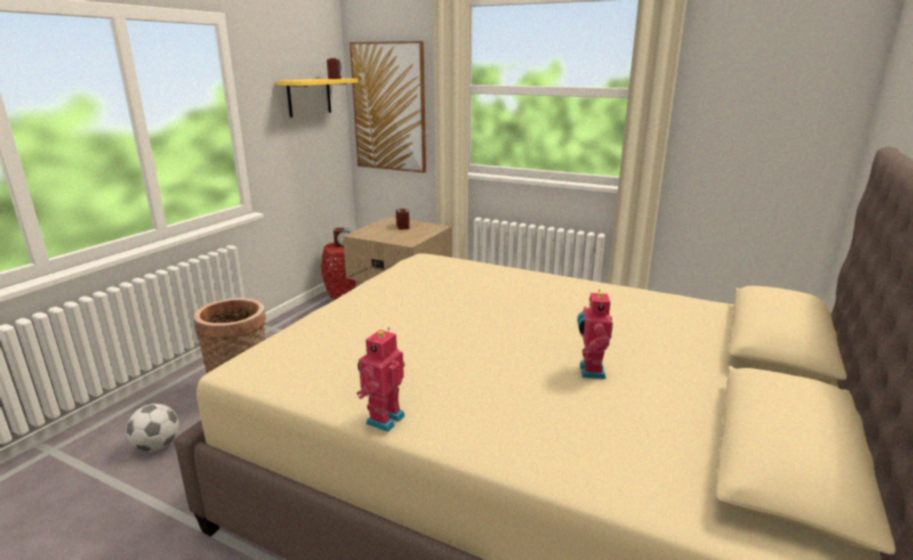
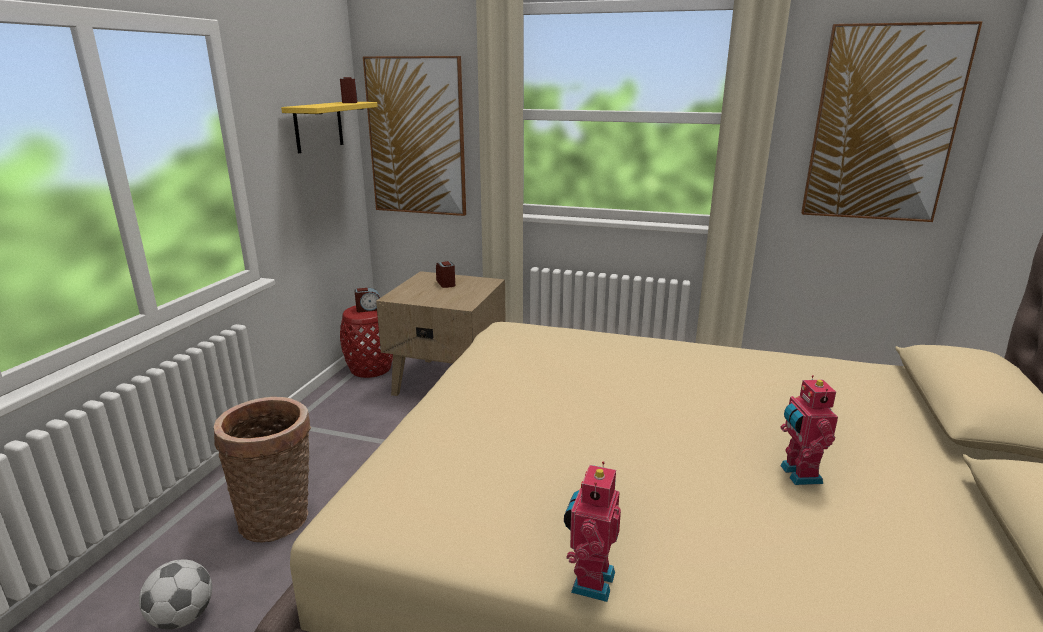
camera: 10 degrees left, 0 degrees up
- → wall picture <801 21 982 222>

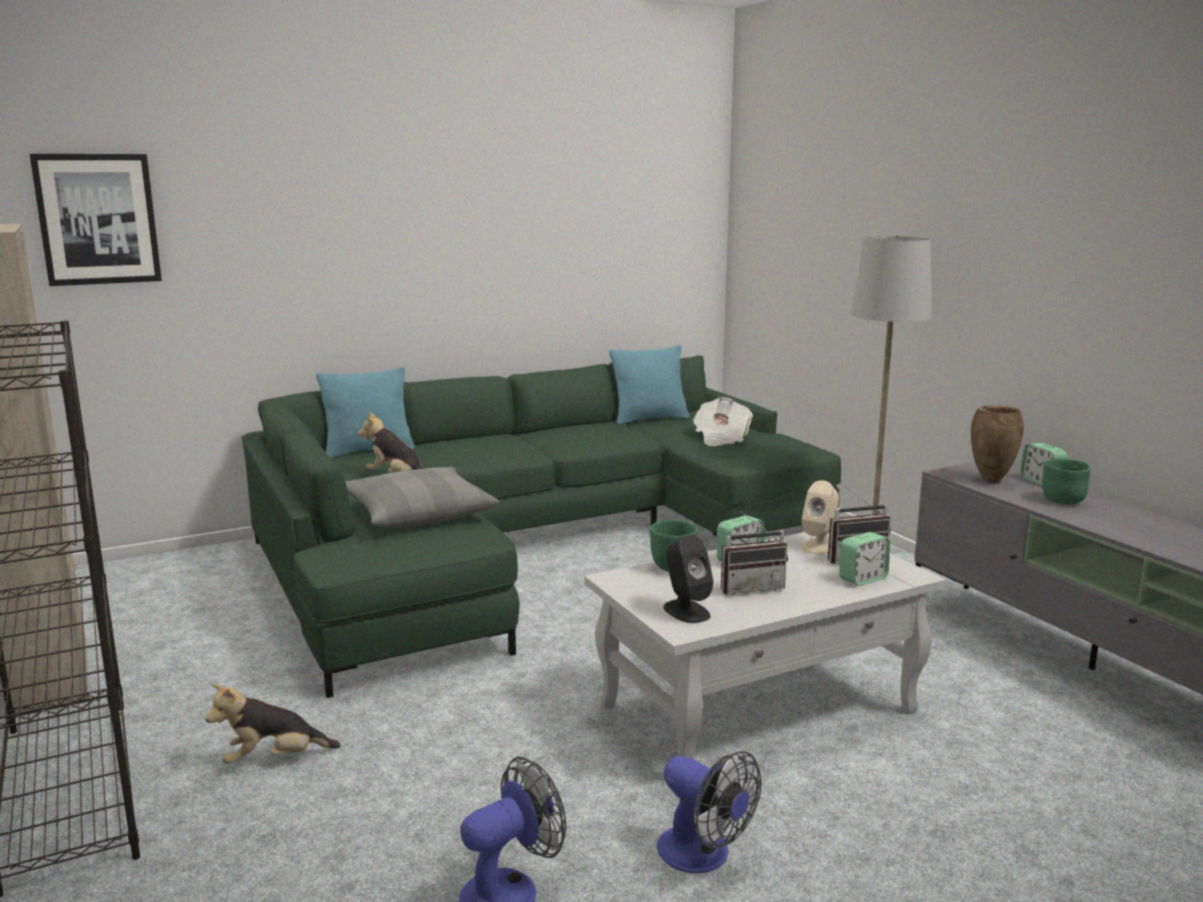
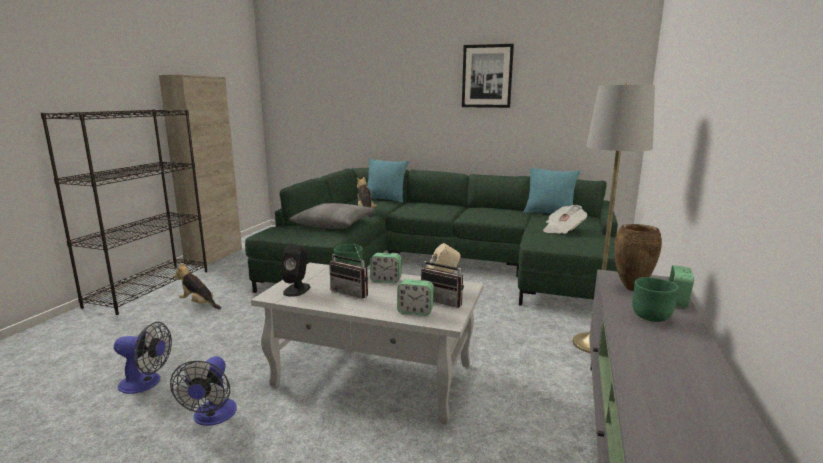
camera: 45 degrees right, 0 degrees up
wall picture <30 154 162 286> → wall picture <462 44 514 108>, shifted

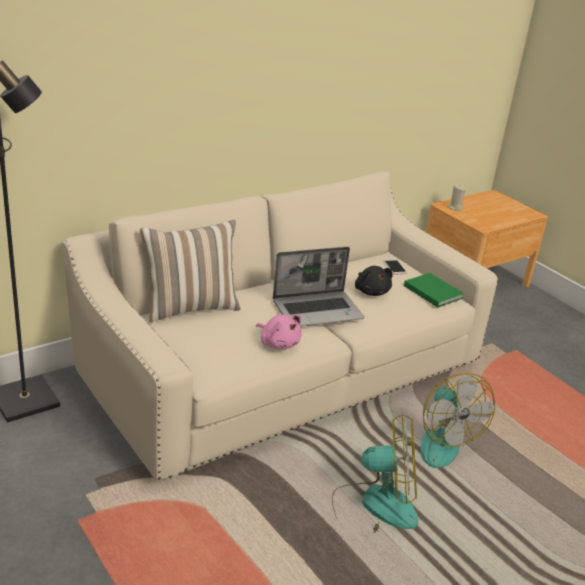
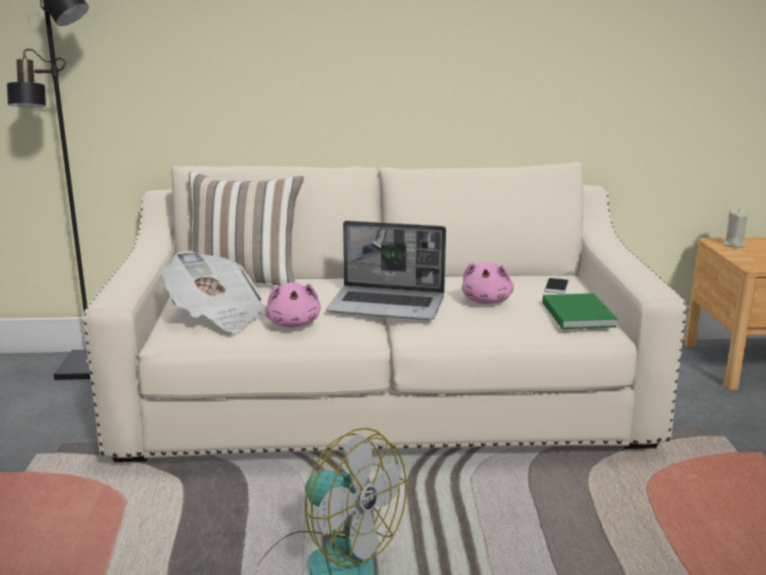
camera: 35 degrees right, 10 degrees down
cooling fan <405 373 495 468> → -
- → daily paper <162 251 266 333>
blackish plush toy <355 266 393 296> → pink-coloured plush toy <462 262 514 304>

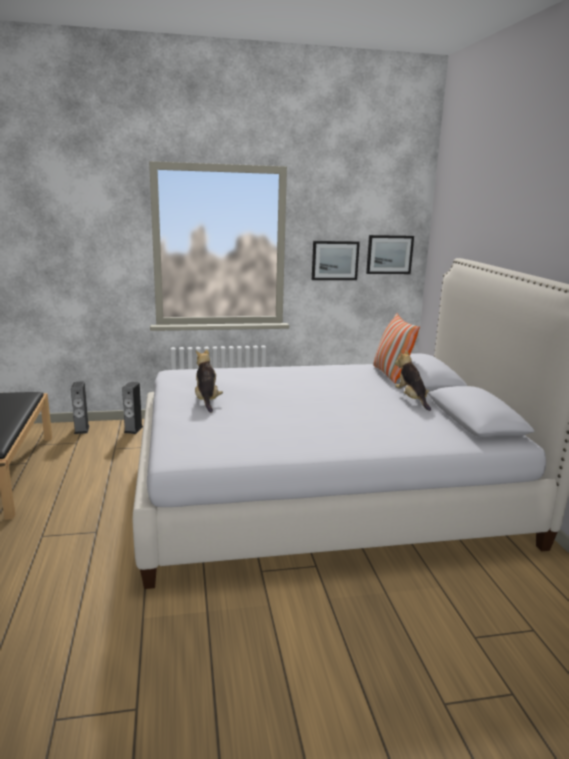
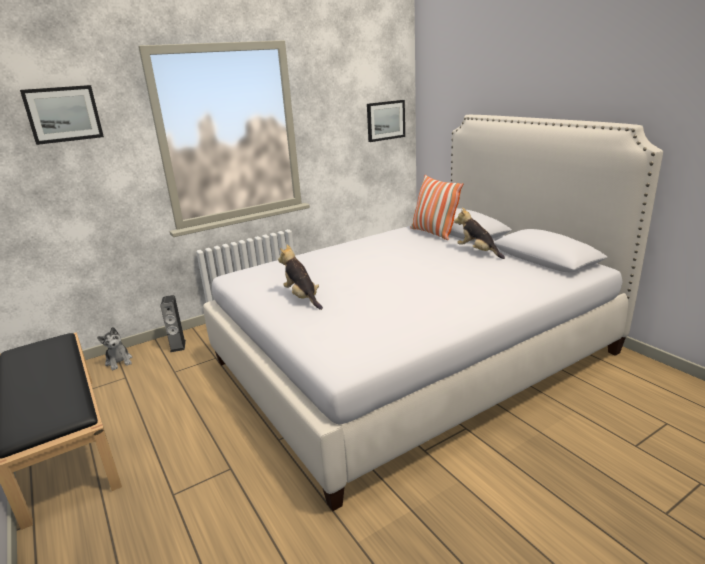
camera: 20 degrees left, 5 degrees up
wall picture <312 241 360 280> → wall picture <20 85 104 145>, shifted
loudspeaker <71 381 89 434> → plush toy <97 327 132 370>

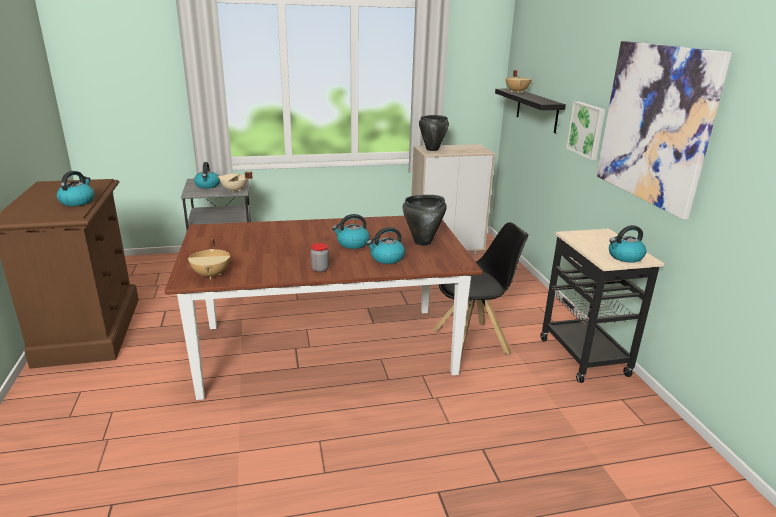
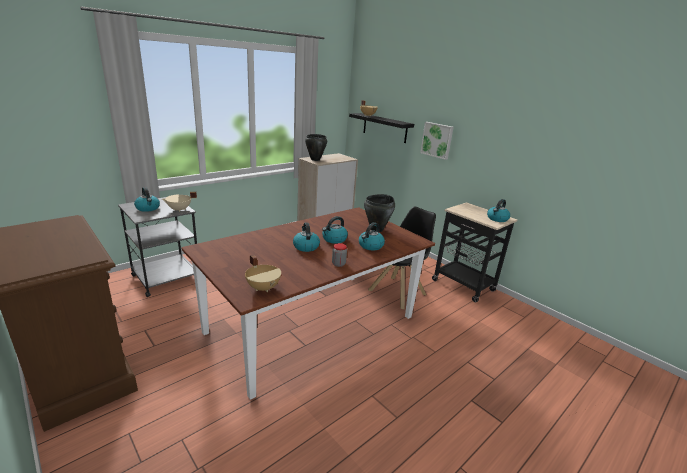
camera: 30 degrees left, 0 degrees up
wall picture <596 41 732 220> → -
water kettle <57 171 94 206> → water kettle <293 222 320 252>, shifted

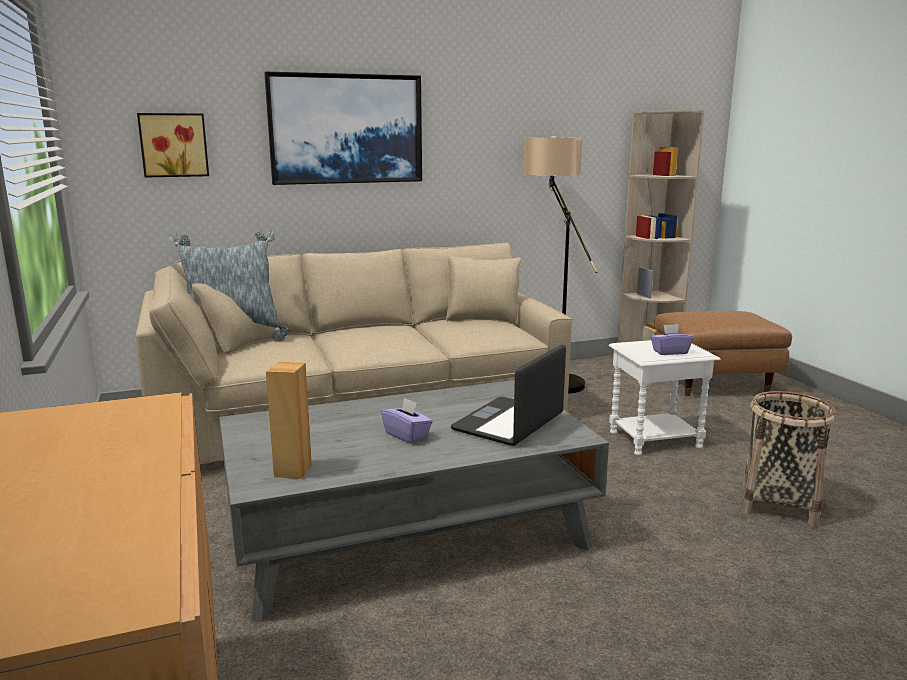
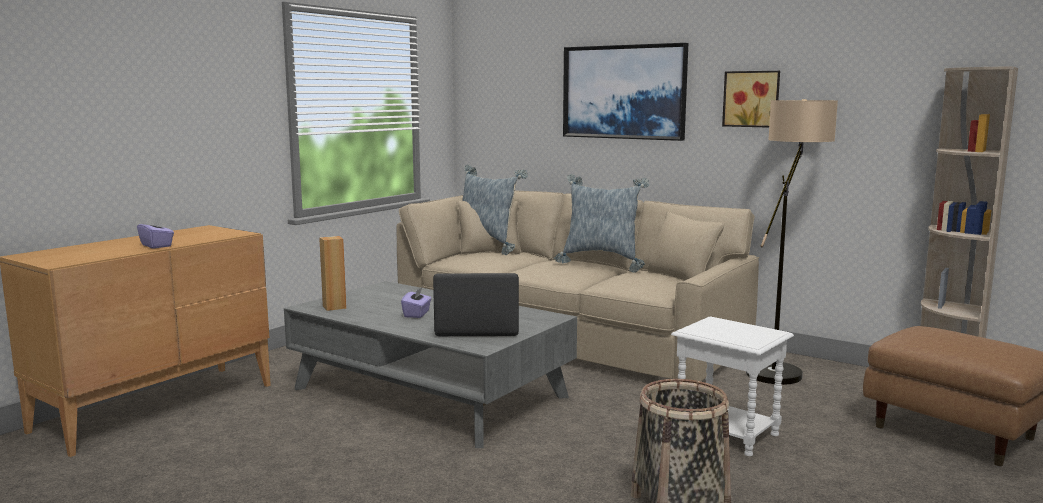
camera: 55 degrees right, 5 degrees down
- → pillow <553 174 650 273>
wall picture <137 113 209 178> → wall picture <722 71 780 128>, shifted
purple box of tissues <651 324 693 355> → purple box of tissues <137 216 174 249>, shifted

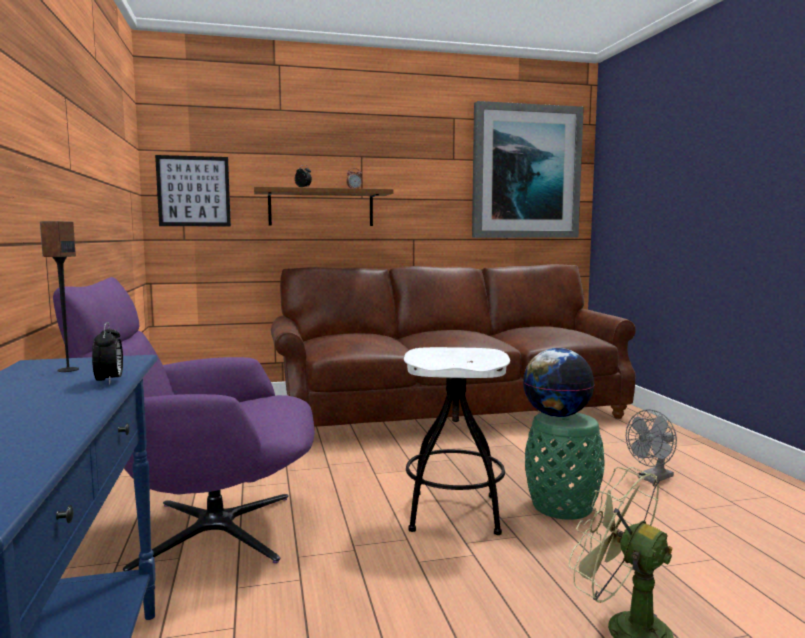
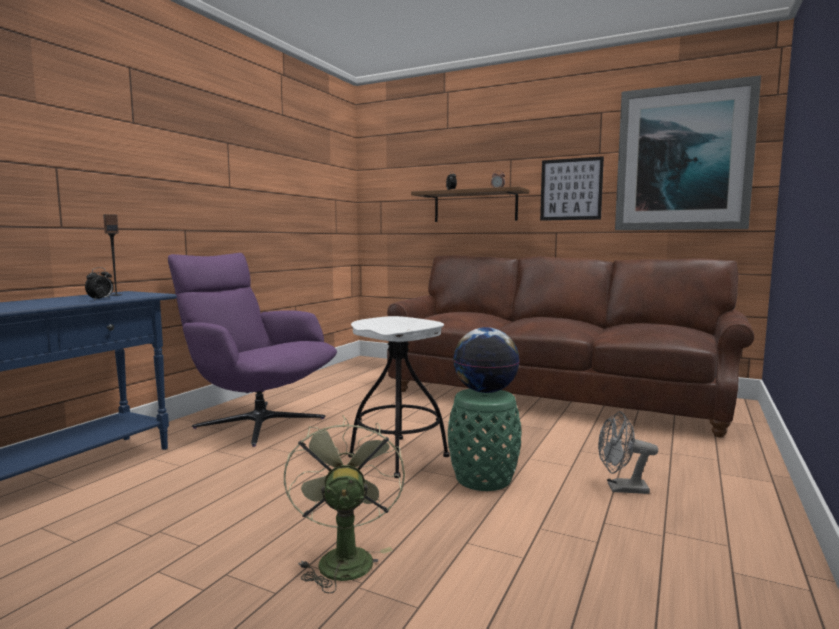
camera: 40 degrees right, 0 degrees up
wall picture <155 155 231 226> → wall picture <540 156 604 221>, shifted

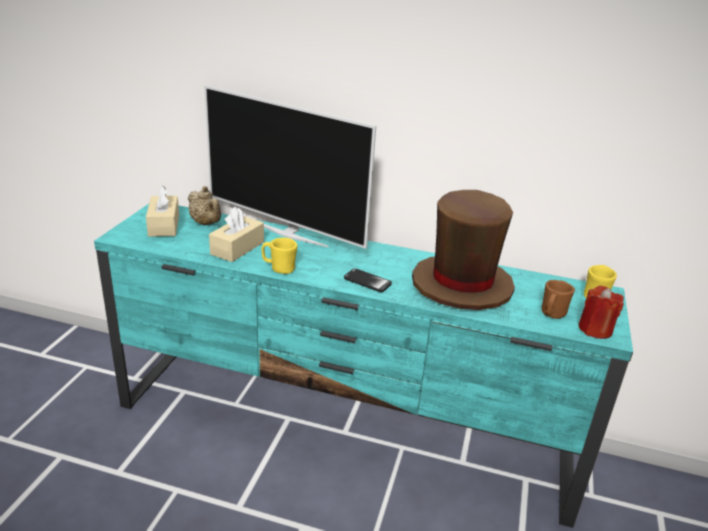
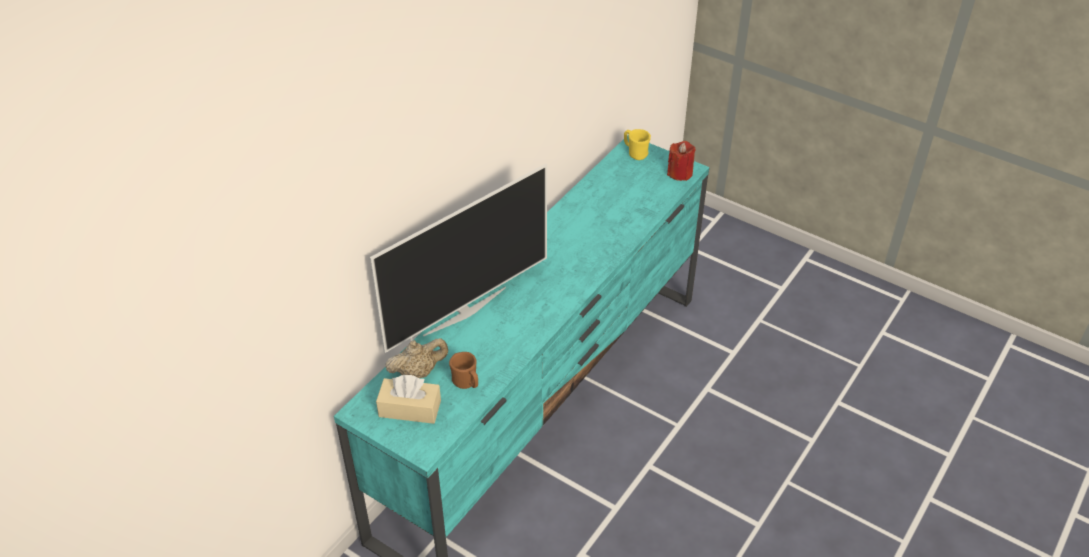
camera: 70 degrees left, 15 degrees up
beige-coloured box of tissues <209 207 264 262> → -
yellowish coffee mug <262 238 297 274> → -
handset <344 269 392 292> → -
brown clothing hat <412 190 515 310> → -
brown coffee mug <542 280 575 319> → brown coffee mug <449 352 478 389>, shifted

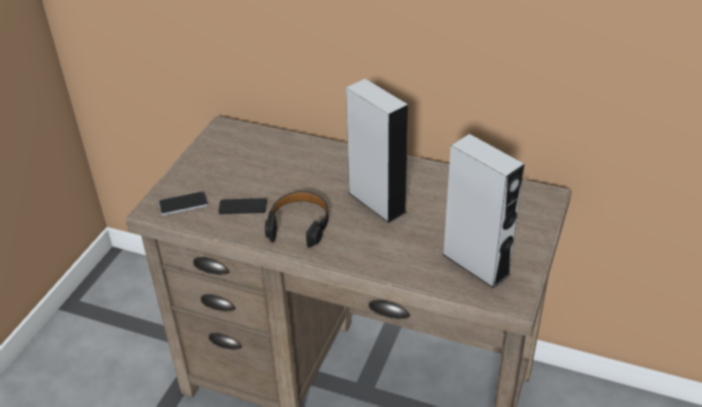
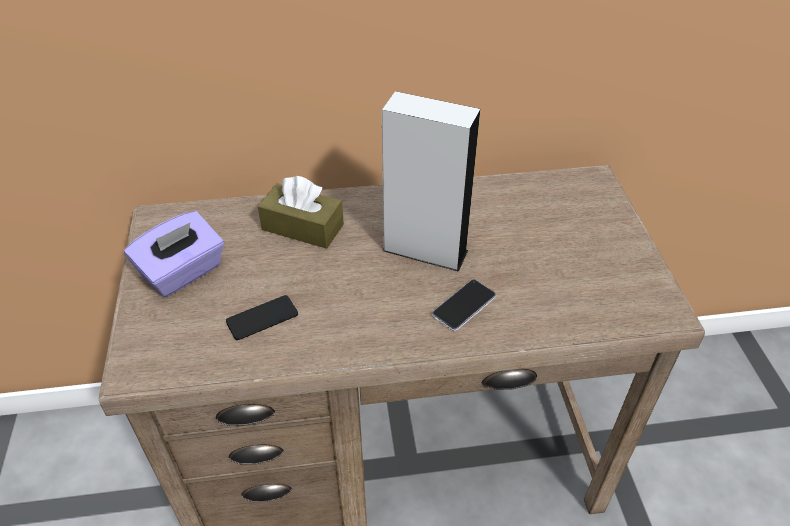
camera: 30 degrees left, 5 degrees up
blackish headset <265 191 328 248> → -
greyish loudspeaker <442 134 524 288> → -
- → purple box of tissues <124 211 224 297>
- → brown box of tissues <258 176 344 249>
handset <159 191 208 215> → handset <432 279 496 331>, shifted

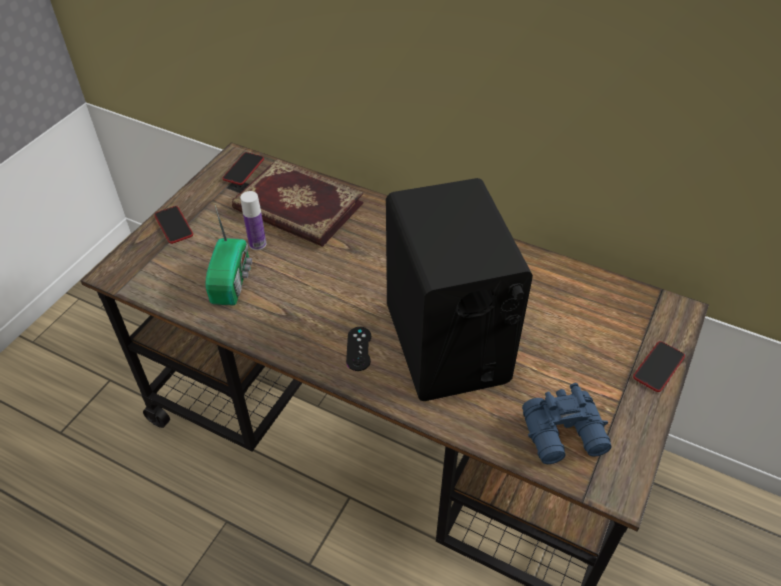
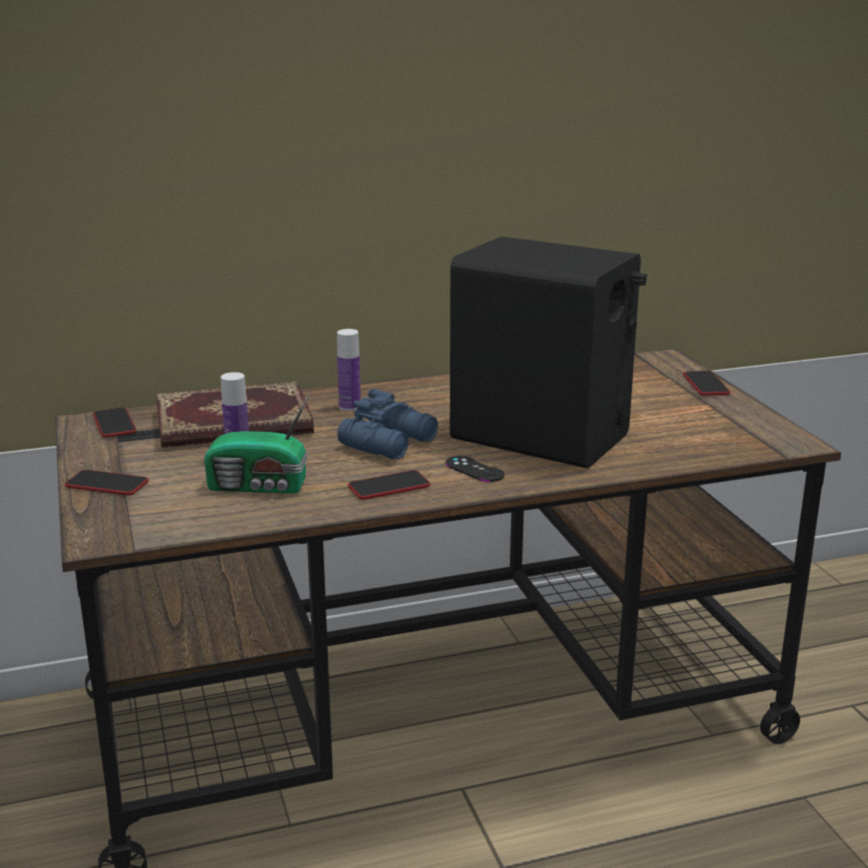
camera: 45 degrees left, 25 degrees down
- → beverage bottle <337 329 361 411>
- → handset <348 470 430 500>
blue pair of binoculars <522 383 612 464> → blue pair of binoculars <337 389 438 459>, shifted
radio receiver <205 205 252 306> → radio receiver <204 392 311 494>, 135 degrees clockwise

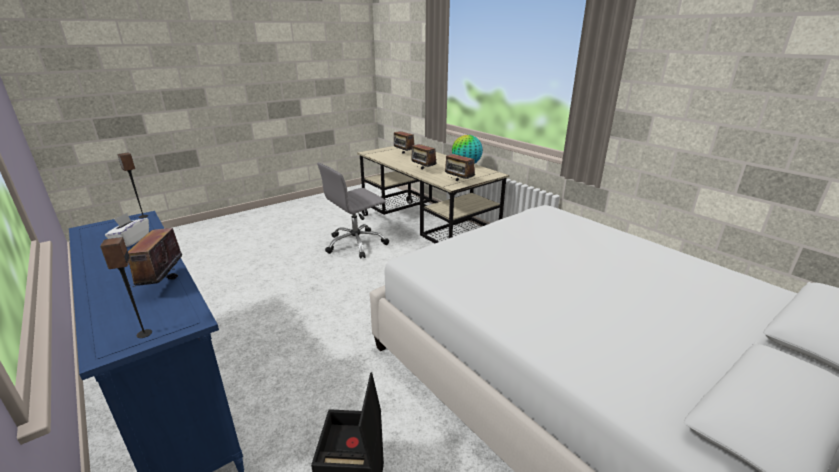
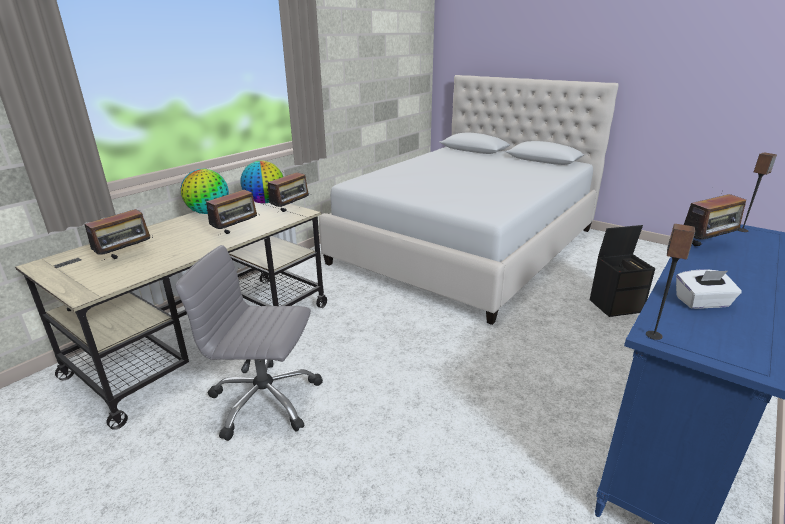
camera: 105 degrees left, 0 degrees up
- → world globe <241 161 283 204>
greyish office chair <317 162 389 259> → greyish office chair <175 245 323 441>, 150 degrees clockwise

